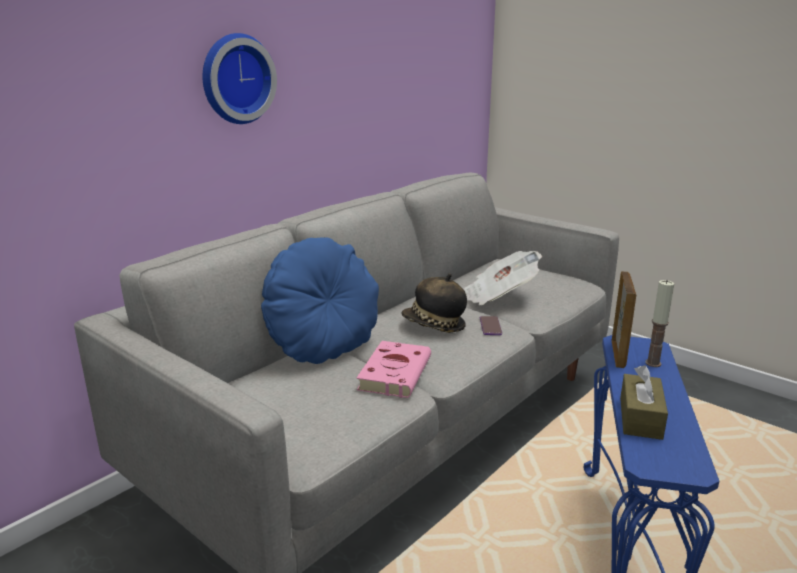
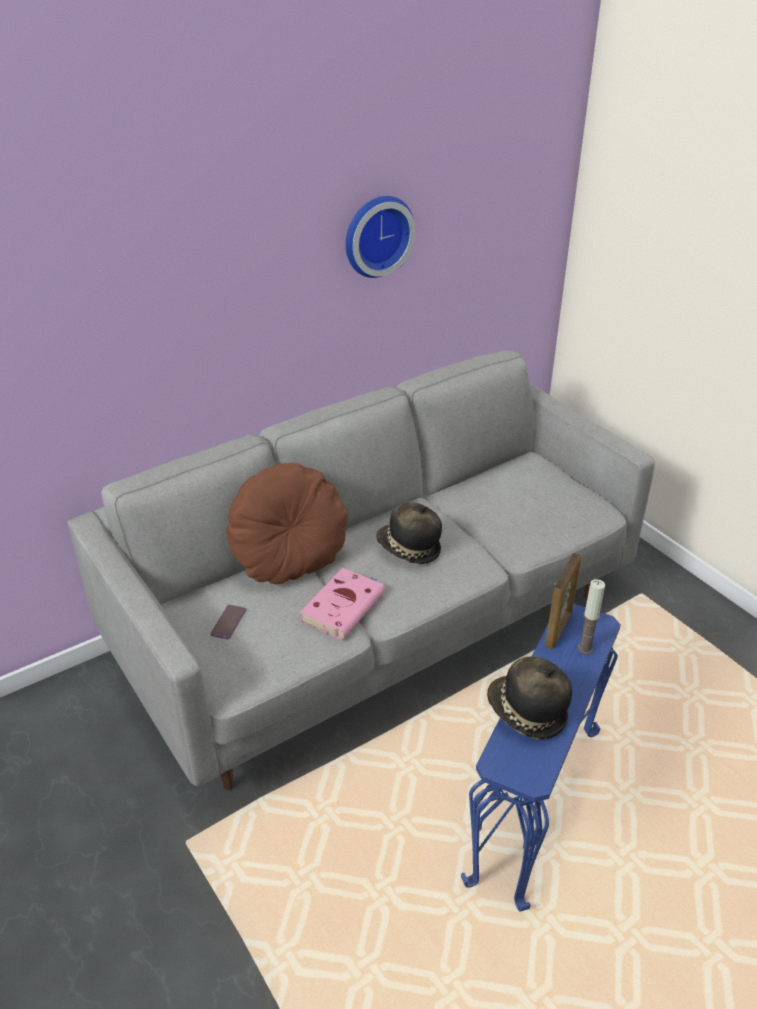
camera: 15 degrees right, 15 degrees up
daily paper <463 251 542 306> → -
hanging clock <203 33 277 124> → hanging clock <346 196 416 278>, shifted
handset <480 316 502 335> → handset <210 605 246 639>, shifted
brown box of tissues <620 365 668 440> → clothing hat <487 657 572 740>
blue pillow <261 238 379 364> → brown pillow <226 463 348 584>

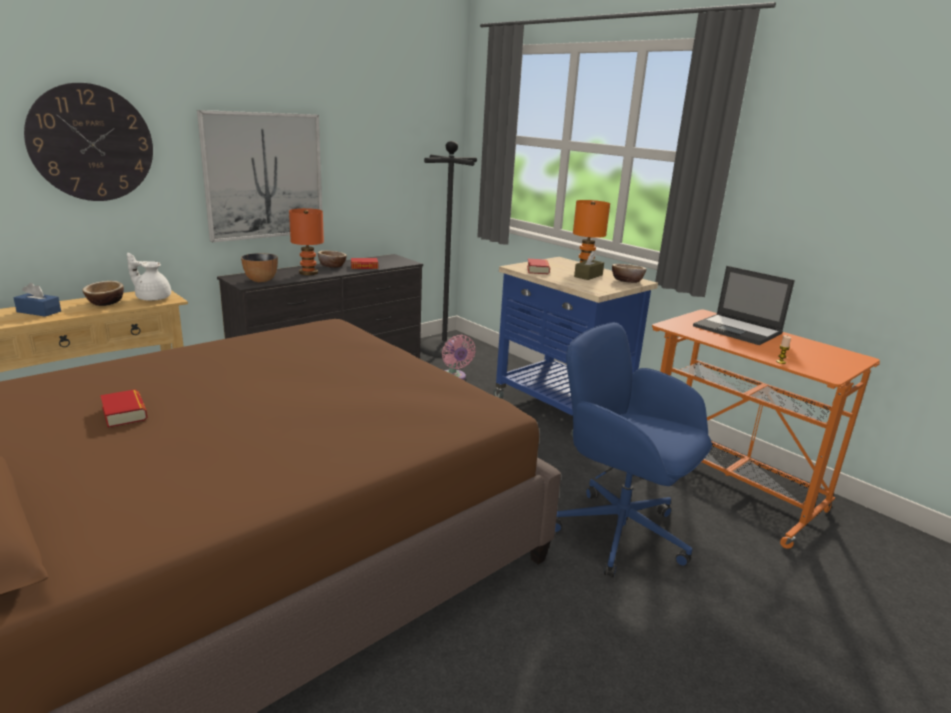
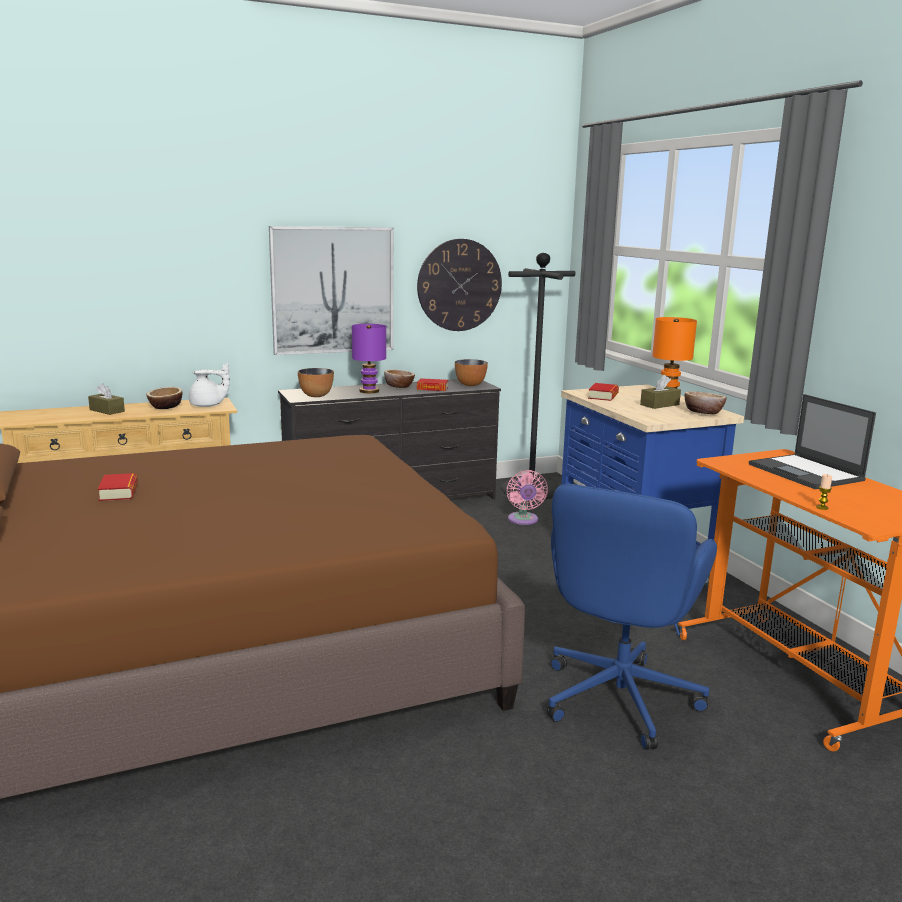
camera: 20 degrees right, 5 degrees down
- → bowl <455 359 488 386>
hanging clock <24 83 153 201> → hanging clock <417 239 502 331>, shifted
blue box of tissues <14 283 61 317> → brown box of tissues <88 383 125 415>
orange-coloured table lamp <289 208 324 275> → purple table lamp <352 324 386 393>
white-coloured pot for tea <127 253 171 301> → white-coloured pot for tea <189 363 230 407>, 135 degrees clockwise
blue office chair <555 322 712 577> → blue office chair <546 484 717 750>, 120 degrees counterclockwise

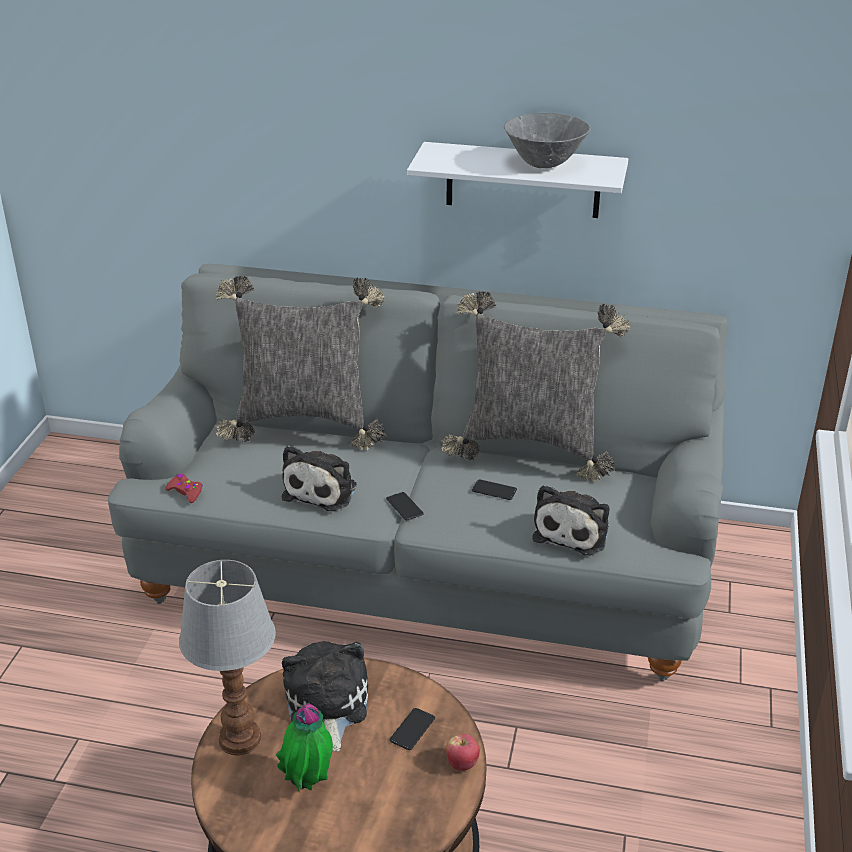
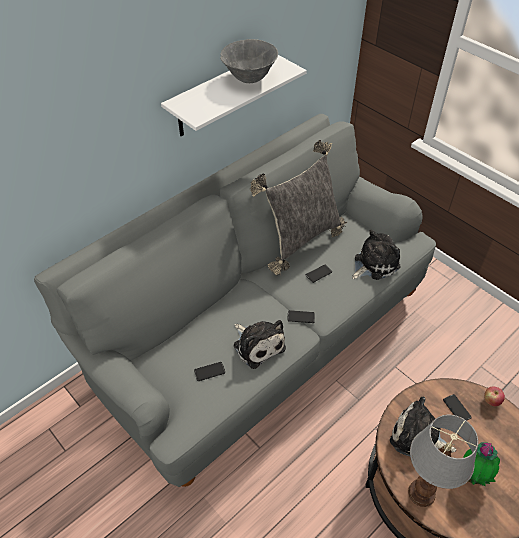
camera: 55 degrees left, 15 degrees up
reddish joypad <165 474 203 503> → -
pillow <215 276 387 450> → -
- → handset <194 362 225 381>
plush toy <532 485 609 555> → plush toy <352 229 400 280>, 90 degrees counterclockwise

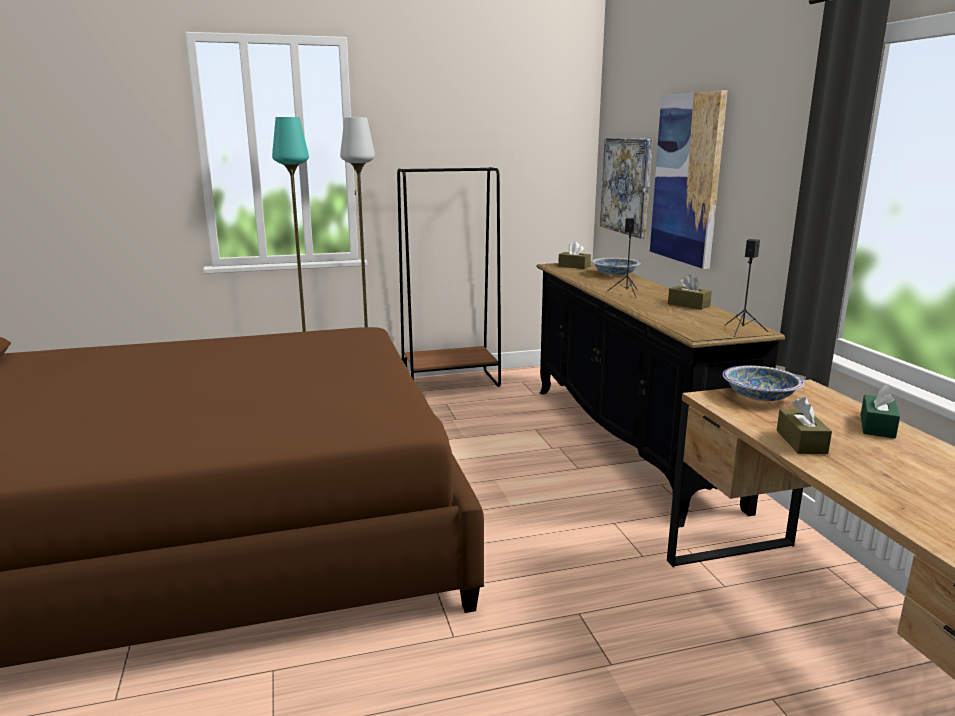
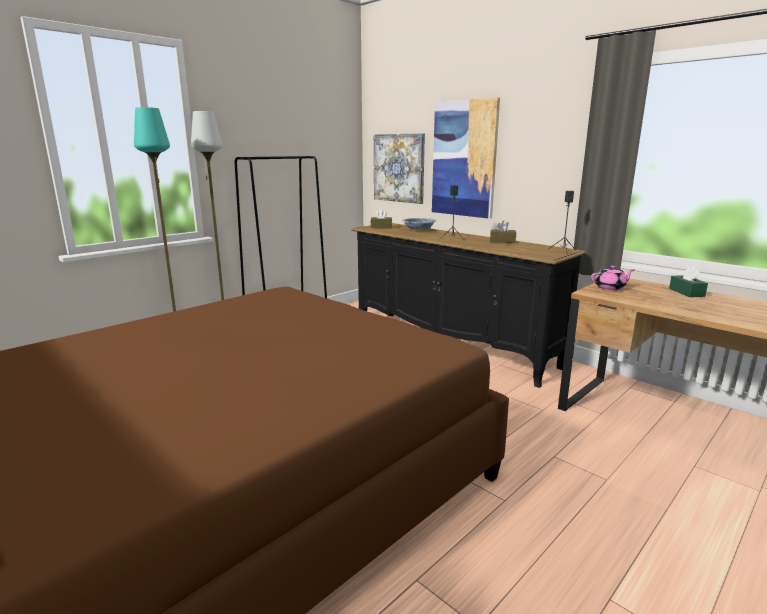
camera: 30 degrees left, 0 degrees up
brown box of tissues <776 397 832 454> → -
bowl <722 366 804 401> → pink-coloured pot for tea <591 266 634 290>

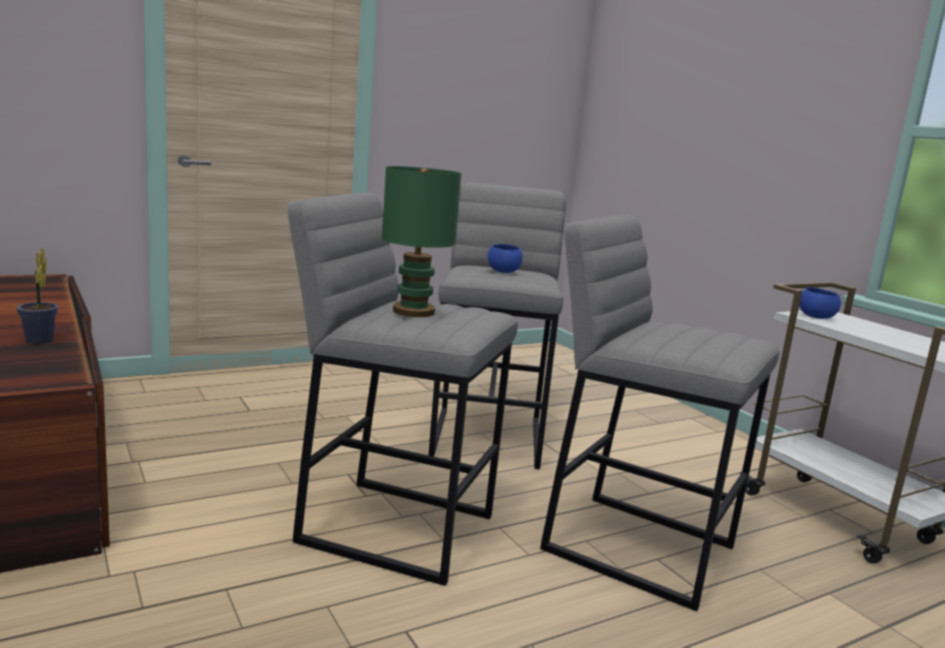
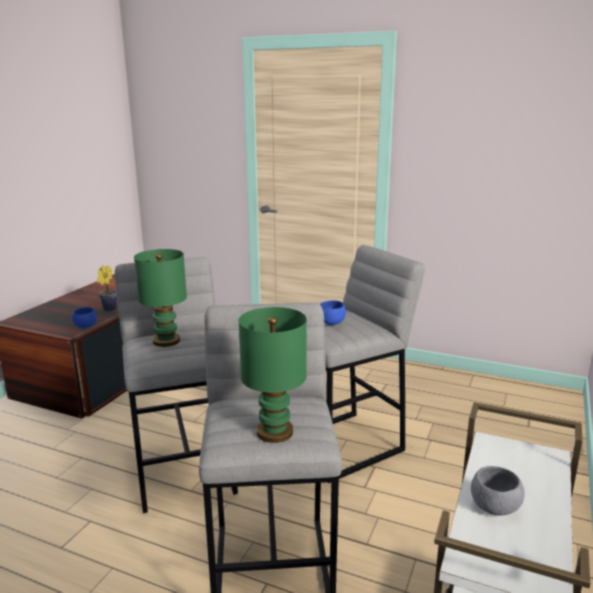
camera: 55 degrees right, 5 degrees up
- → green table lamp <238 307 307 443>
- → greyish bowl <471 466 525 515>
blue bowl <799 287 841 319> → blue bowl <72 307 97 328>, shifted

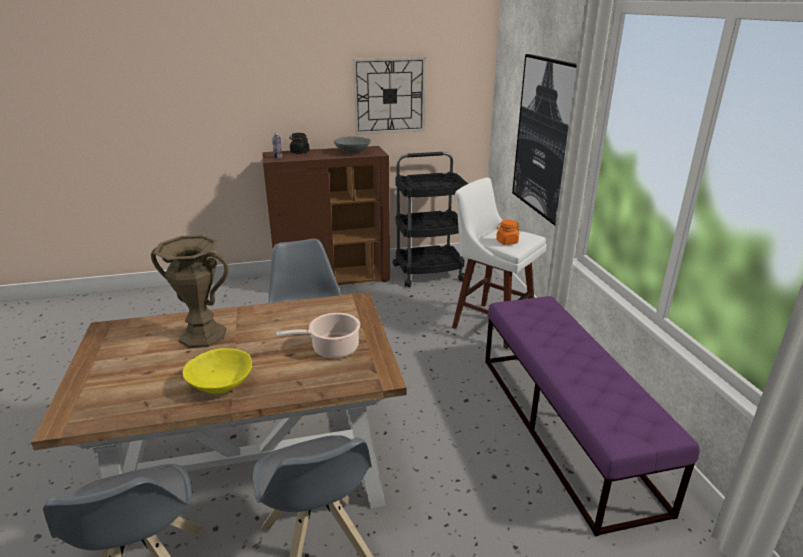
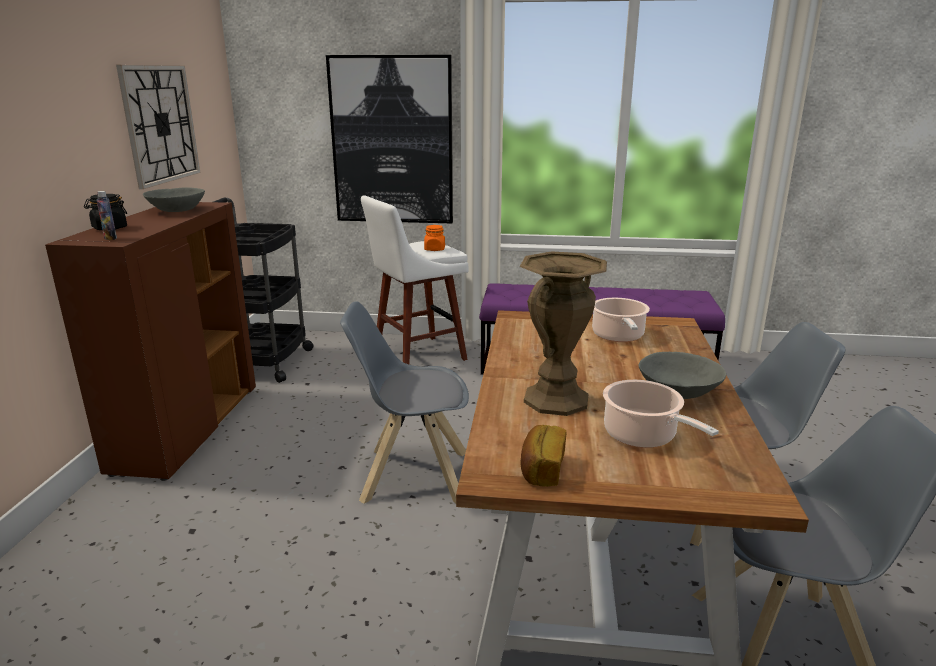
camera: 70 degrees left, 5 degrees down
- → bakery bread <521 425 566 487>
- → stockpot <603 380 719 448>
yellowish bowl <183 348 252 393> → greyish bowl <638 352 726 399>

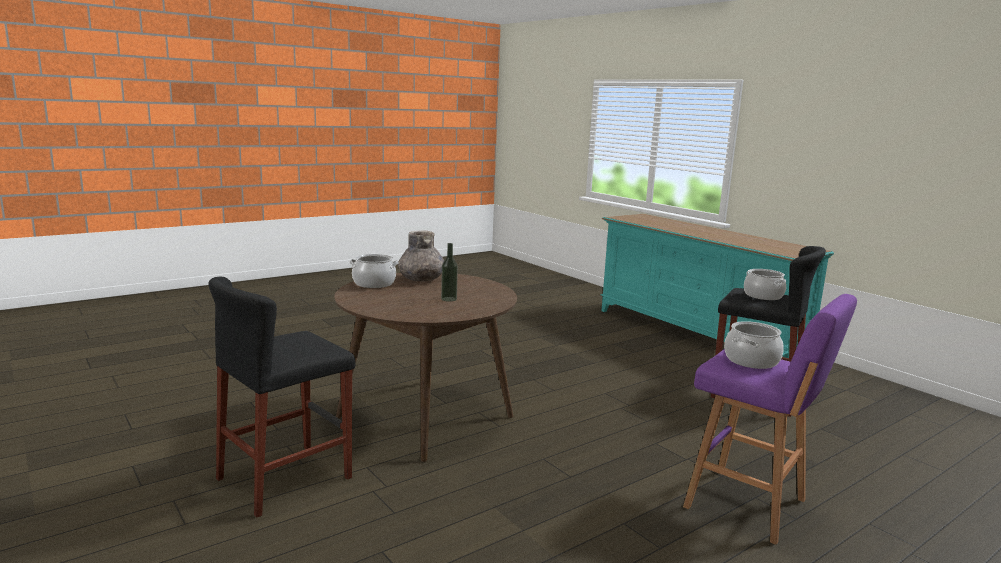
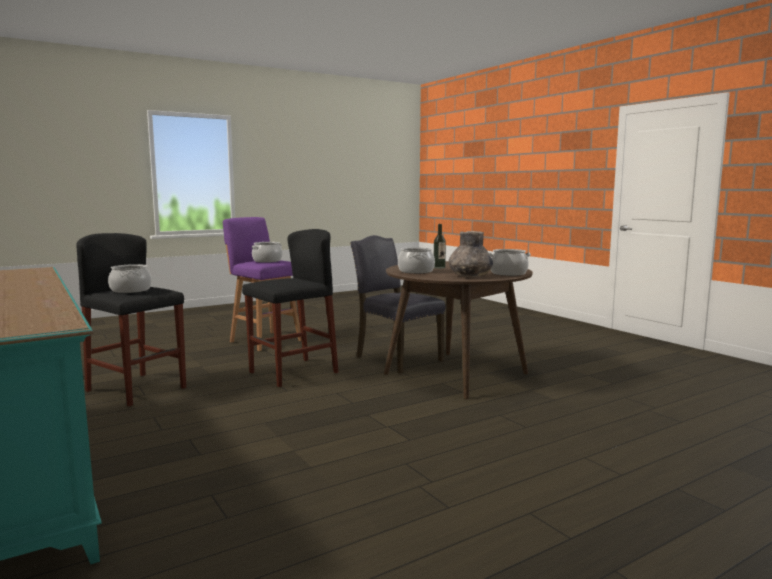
camera: 175 degrees left, 5 degrees down
- → greyish chair <350 235 445 374>
- → stockpot <398 247 435 274>
blackish stool <209 276 355 517> → blackish stool <242 229 338 387>, shifted

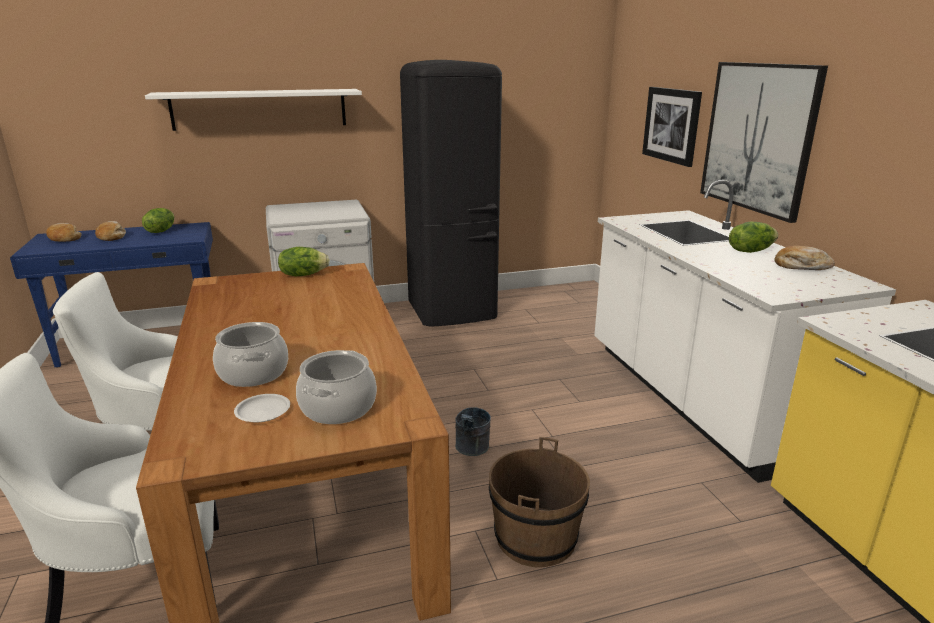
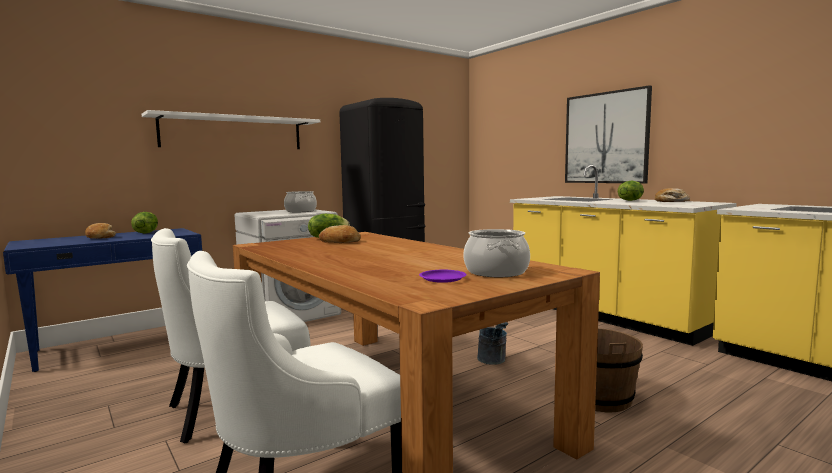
camera: 20 degrees left, 15 degrees down
wall picture <642 87 702 167> → -
bakery bread <46 223 81 242> → bakery bread <319 225 361 243>, shifted
stockpot <213 322 288 387> → stockpot <284 191 317 212>, shifted
white-coloured plate <234 394 290 422> → purple plate <419 270 467 283>
white-coloured kitchen counter <594 180 896 483> → yellowish kitchen counter <510 165 737 346>

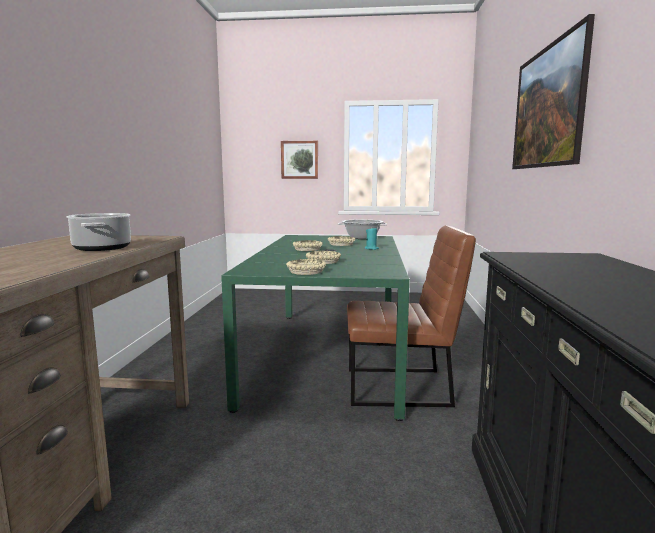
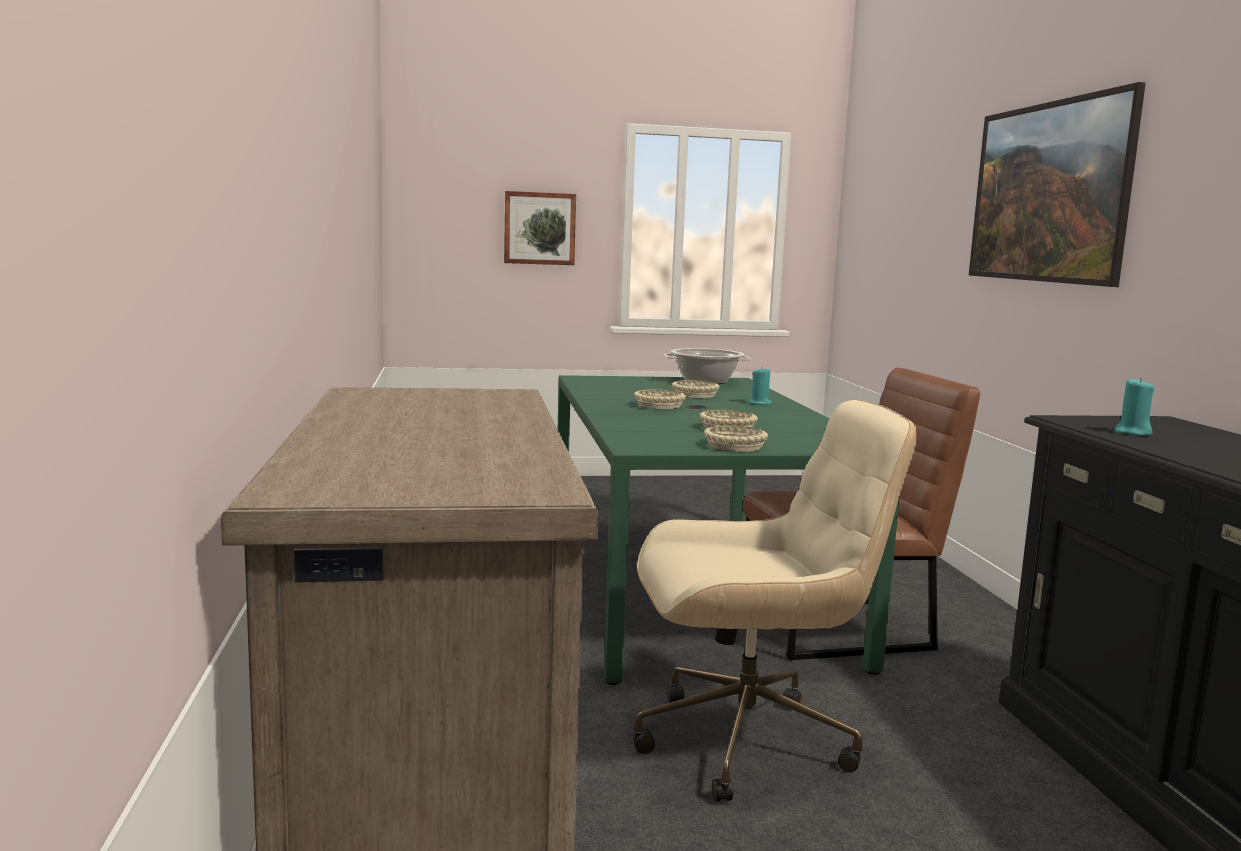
camera: 15 degrees left, 0 degrees up
stockpot <66 213 131 251> → -
- → beige-coloured office chair <633 399 917 802>
- → blue-green wax candle <1114 377 1154 435>

